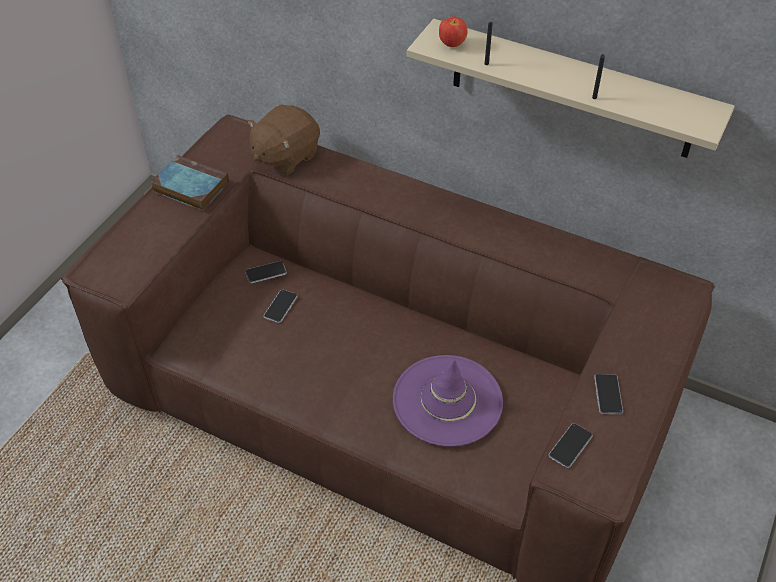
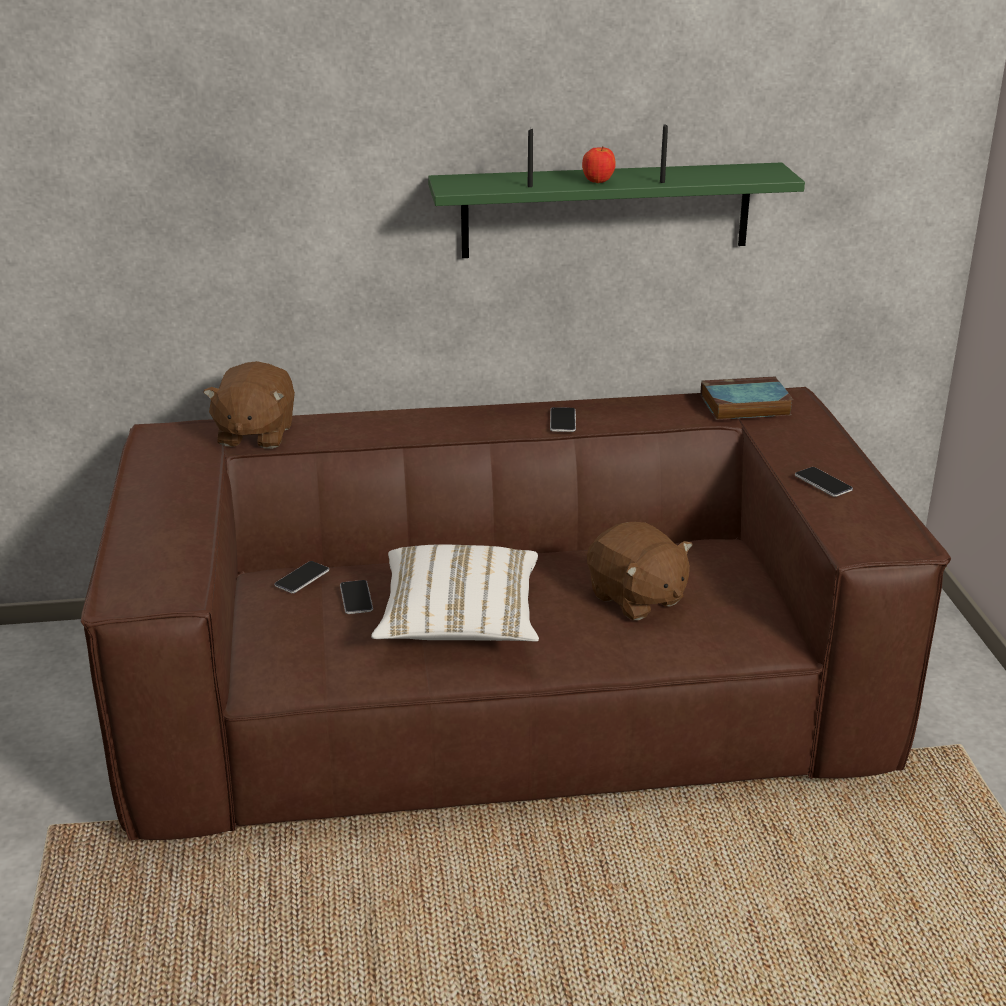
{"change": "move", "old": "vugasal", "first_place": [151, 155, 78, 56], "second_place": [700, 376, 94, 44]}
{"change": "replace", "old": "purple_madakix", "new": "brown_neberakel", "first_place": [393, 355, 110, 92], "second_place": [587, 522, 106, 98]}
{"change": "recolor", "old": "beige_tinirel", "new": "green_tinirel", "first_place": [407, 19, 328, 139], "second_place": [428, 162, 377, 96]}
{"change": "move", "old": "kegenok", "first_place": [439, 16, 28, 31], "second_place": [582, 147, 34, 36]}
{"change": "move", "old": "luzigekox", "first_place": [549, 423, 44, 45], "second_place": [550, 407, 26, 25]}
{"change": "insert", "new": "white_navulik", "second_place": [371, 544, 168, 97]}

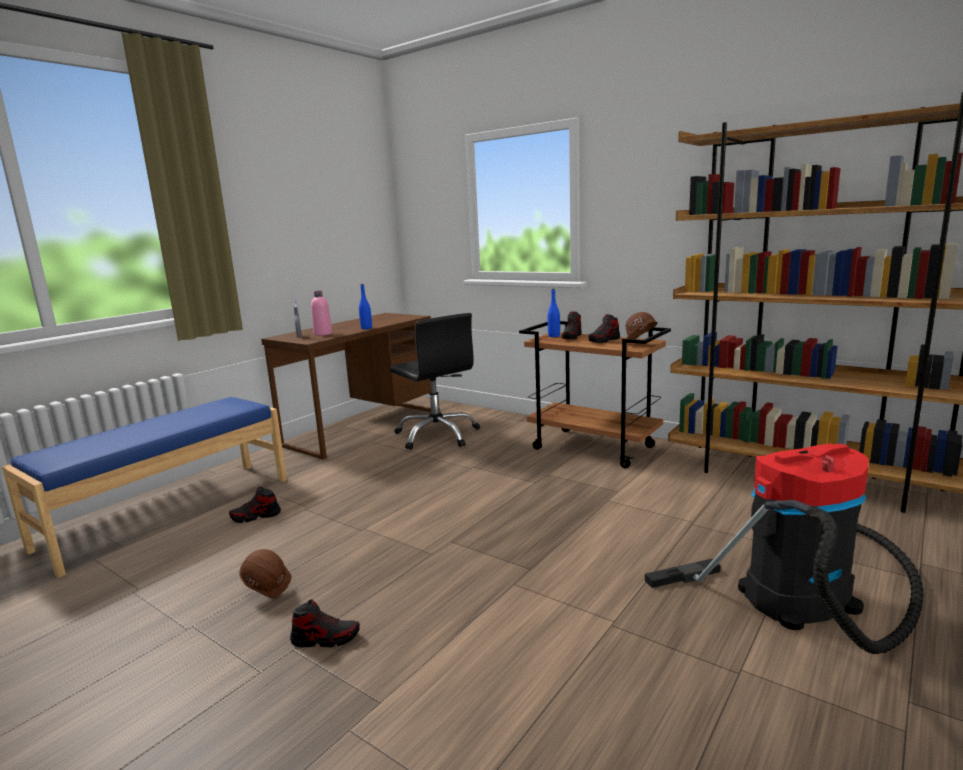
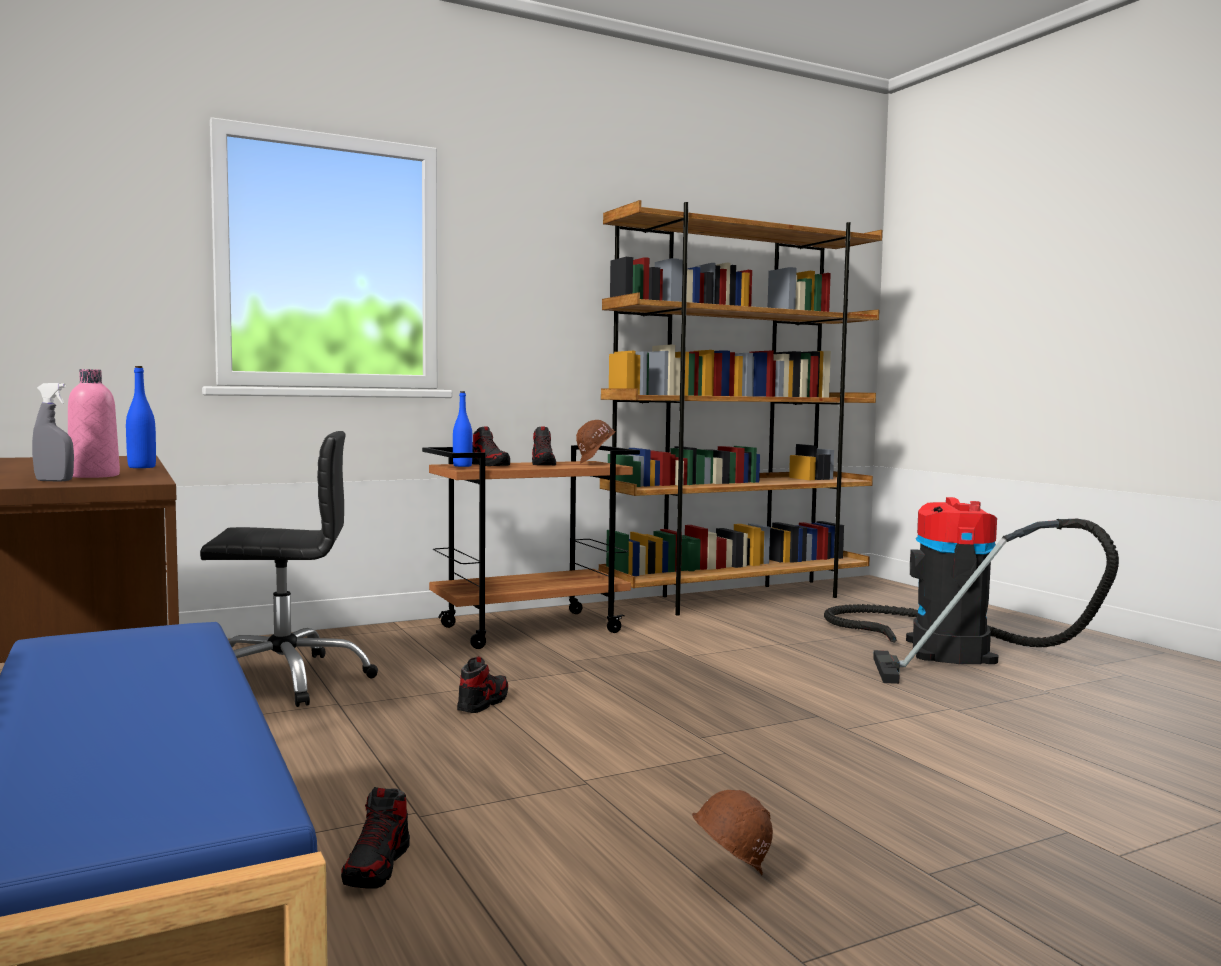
{"change": "move", "old": "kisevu", "first_place": [290, 599, 70, 49], "second_place": [457, 657, 51, 56]}

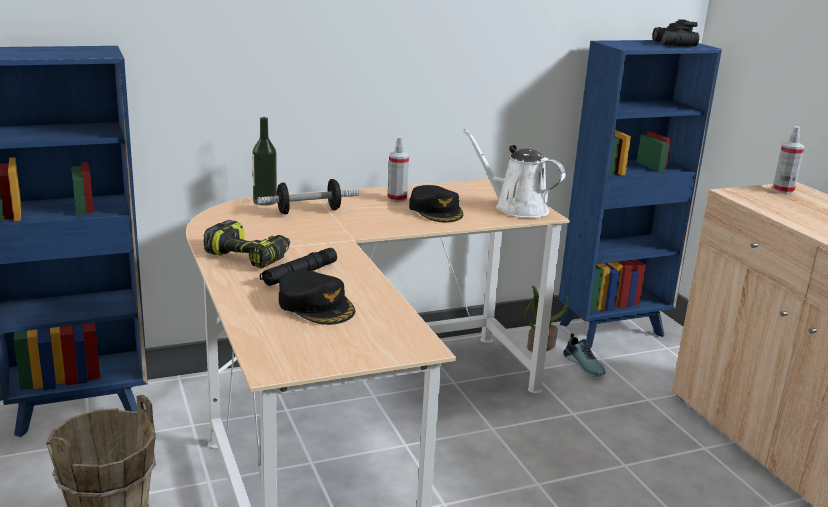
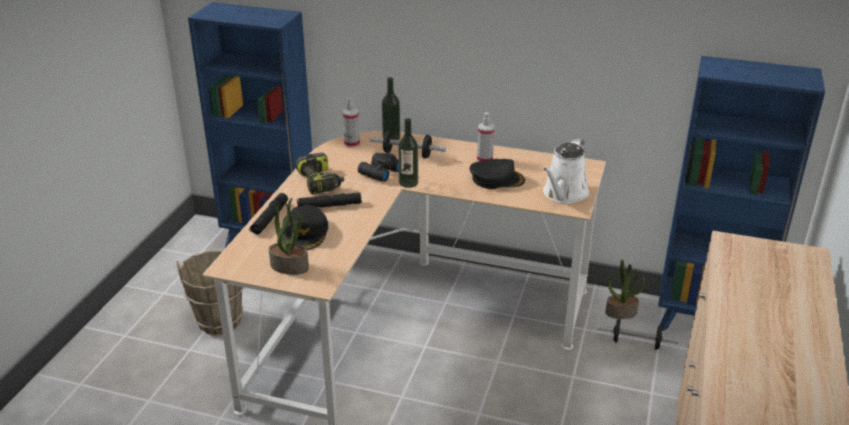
{"change": "rotate", "old": "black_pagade", "first_place": [409, 185, 54, 37], "second_place": [470, 159, 55, 30], "degrees": -105}
{"change": "rotate", "old": "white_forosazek", "first_place": [463, 129, 102, 89], "second_place": [543, 138, 46, 66], "degrees": -135}
{"change": "replace", "old": "kisevu", "new": "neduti", "first_place": [563, 333, 43, 44], "second_place": [598, 319, 81, 31]}
{"change": "move", "old": "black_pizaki", "first_place": [652, 19, 47, 28], "second_place": [358, 153, 41, 29]}
{"change": "move", "old": "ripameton", "first_place": [772, 126, 32, 68], "second_place": [343, 98, 17, 50]}
{"change": "insert", "new": "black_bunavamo", "second_place": [249, 193, 39, 41]}
{"change": "insert", "new": "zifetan", "second_place": [269, 198, 40, 77]}
{"change": "insert", "new": "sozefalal", "second_place": [398, 118, 20, 70]}

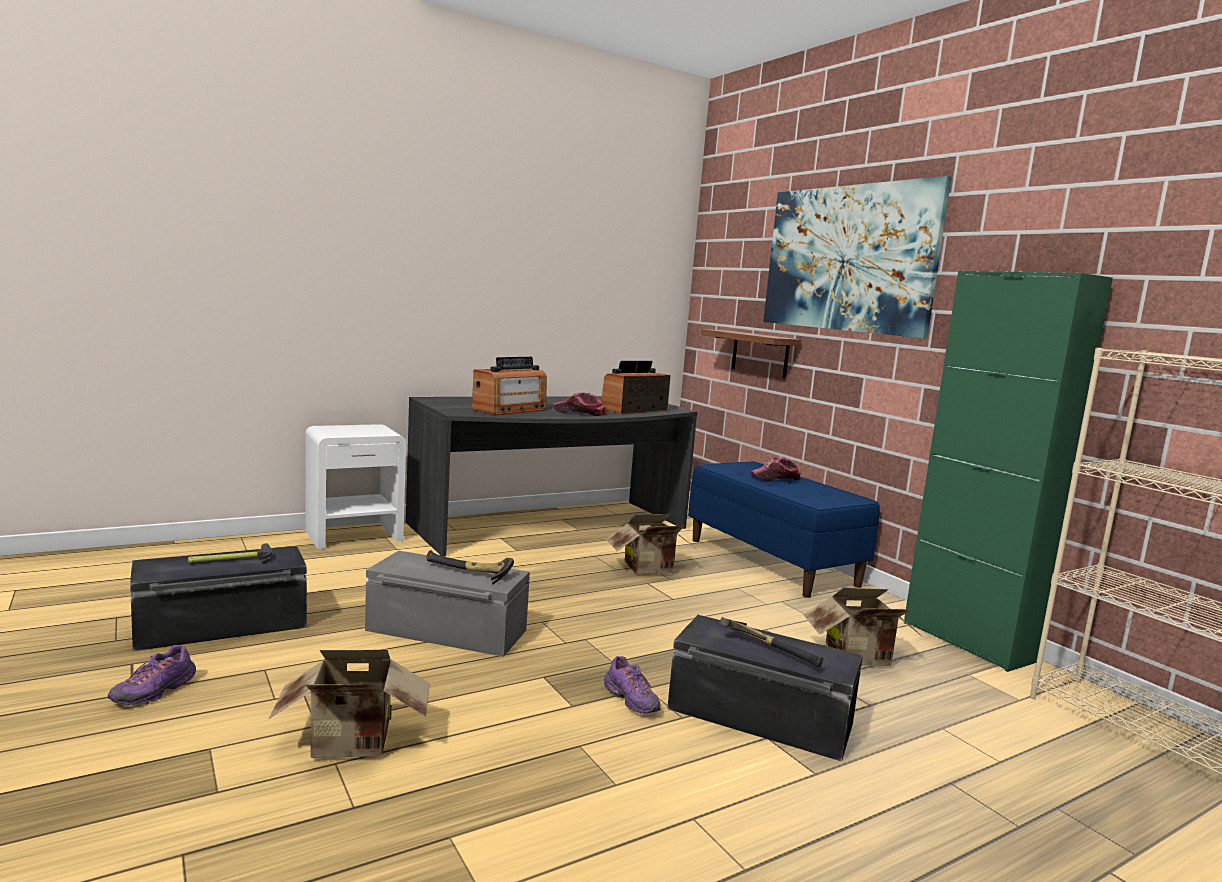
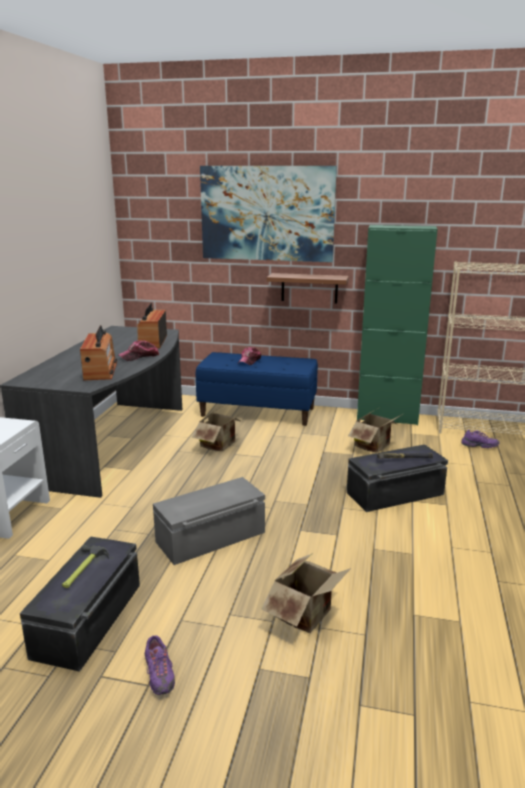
{"change": "delete", "old": "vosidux", "first_place": [427, 550, 87, 35]}
{"change": "move", "old": "purple_kisevu", "first_place": [604, 656, 56, 58], "second_place": [461, 430, 39, 18]}
{"change": "move", "old": "tinirel", "first_place": [701, 329, 100, 50], "second_place": [267, 273, 82, 31]}

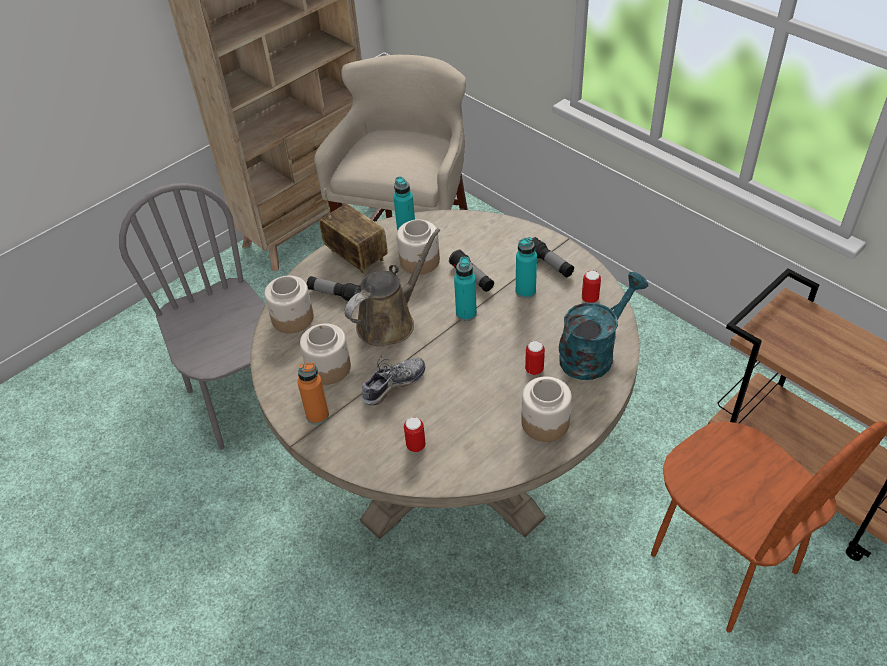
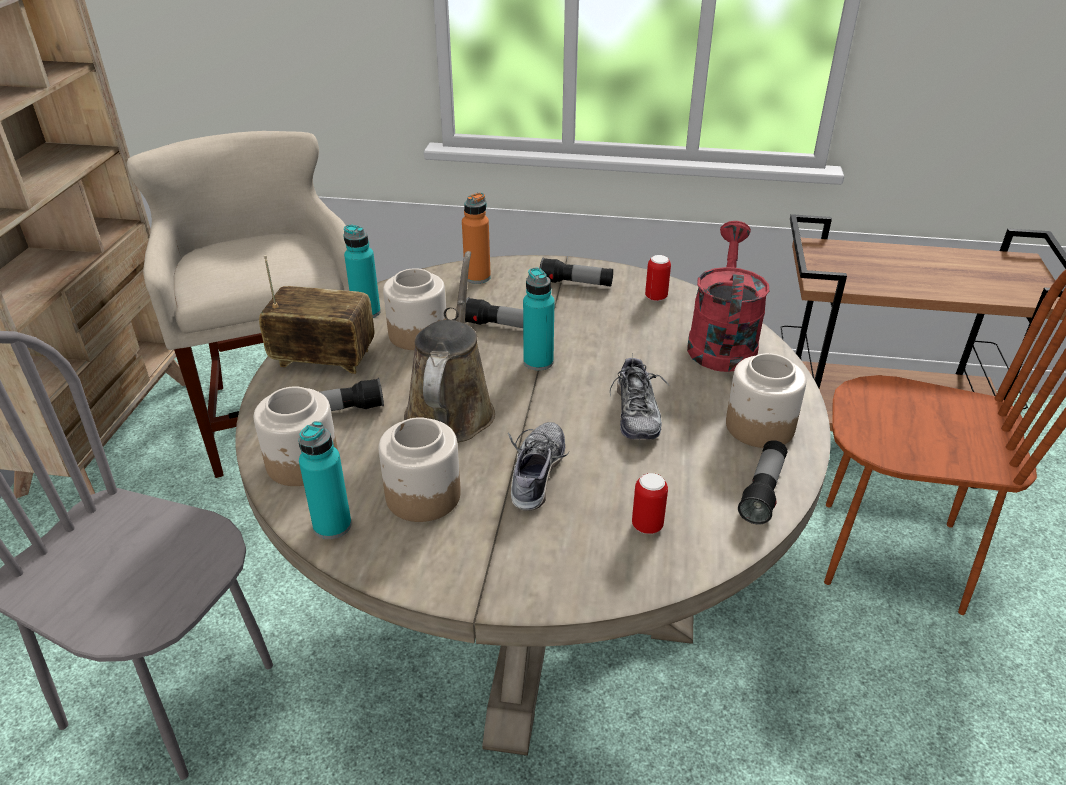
{"change": "move", "old": "orange_sozefalal", "first_place": [297, 362, 32, 63], "second_place": [462, 193, 29, 91]}
{"change": "move", "old": "turquoise_sozefalal", "first_place": [516, 237, 21, 61], "second_place": [298, 421, 54, 118]}
{"change": "delete", "old": "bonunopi", "first_place": [525, 341, 20, 34]}
{"change": "recolor", "old": "turquoise_forosazek", "new": "red_forosazek", "first_place": [559, 272, 89, 108], "second_place": [687, 221, 83, 151]}
{"change": "insert", "new": "kisevu", "second_place": [610, 353, 59, 87]}
{"change": "insert", "new": "bunavamo", "second_place": [738, 440, 49, 85]}

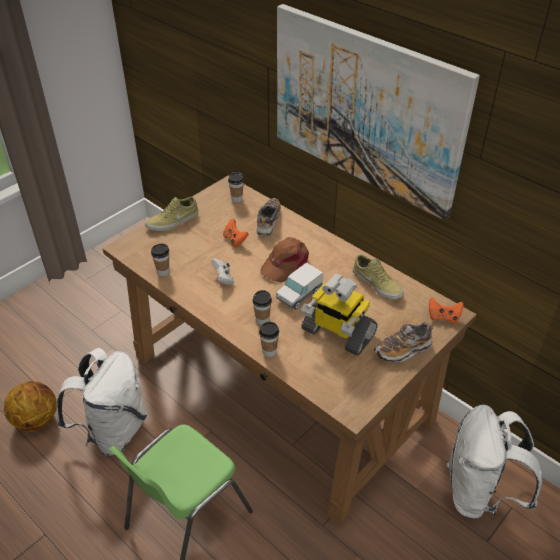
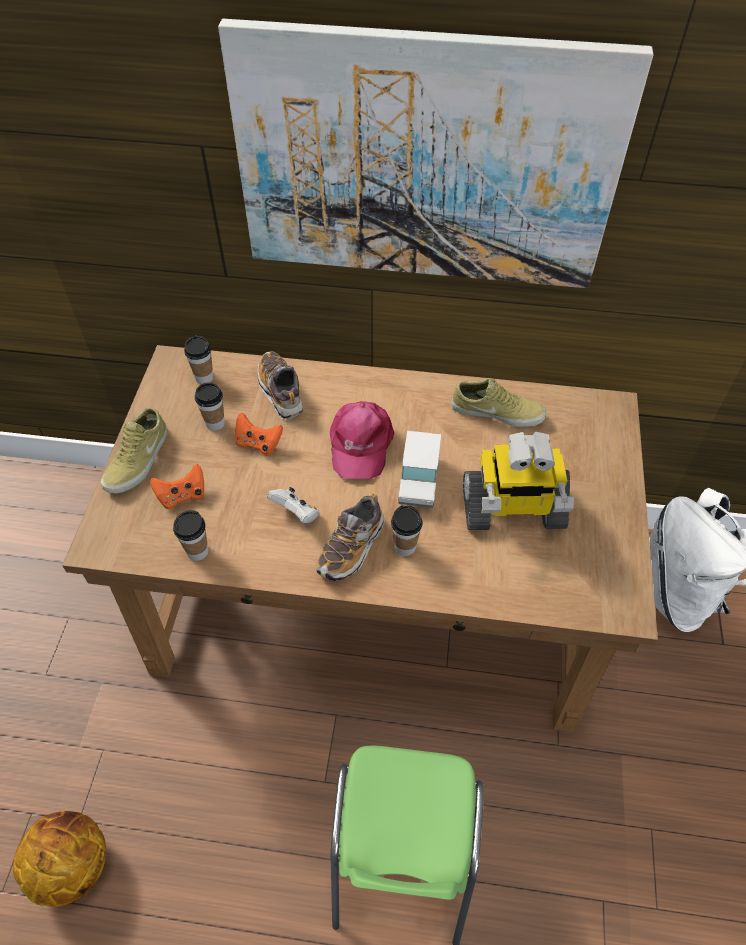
{"change": "delete", "old": "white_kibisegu", "first_place": [57, 348, 90, 108]}
{"change": "move", "old": "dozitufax", "first_place": [259, 322, 20, 35], "second_place": [195, 382, 30, 49]}
{"change": "recolor", "old": "brown_pagade", "new": "pink_pagade", "first_place": [260, 237, 49, 46], "second_place": [330, 401, 64, 78]}
{"change": "move", "old": "kisevu", "first_place": [374, 322, 59, 40], "second_place": [316, 494, 68, 87]}
{"change": "move", "old": "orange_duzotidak", "first_place": [429, 297, 34, 27], "second_place": [150, 464, 55, 45]}

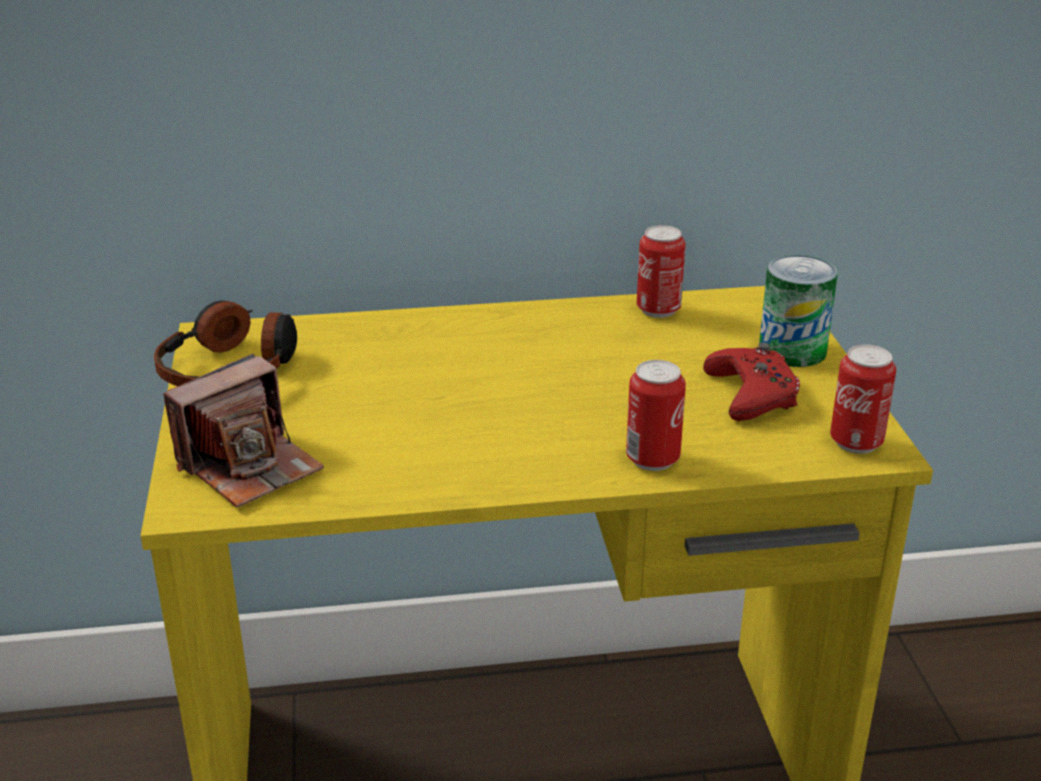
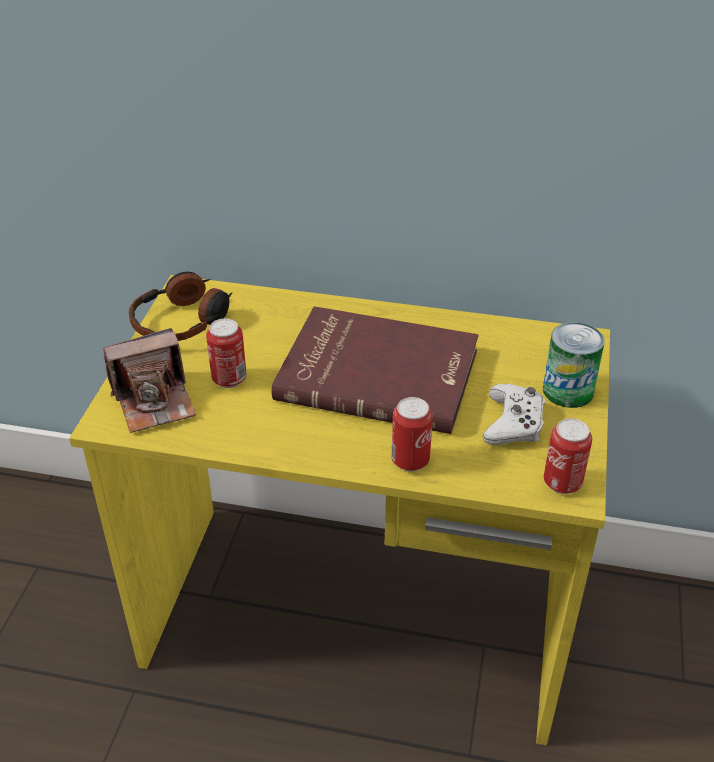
{"change": "move", "old": "bonunopi", "first_place": [637, 225, 48, 93], "second_place": [206, 318, 40, 70]}
{"change": "recolor", "old": "red_duzotidak", "new": "white_duzotidak", "first_place": [703, 342, 97, 79], "second_place": [483, 384, 62, 61]}
{"change": "insert", "new": "red_vugasal", "second_place": [272, 306, 207, 128]}

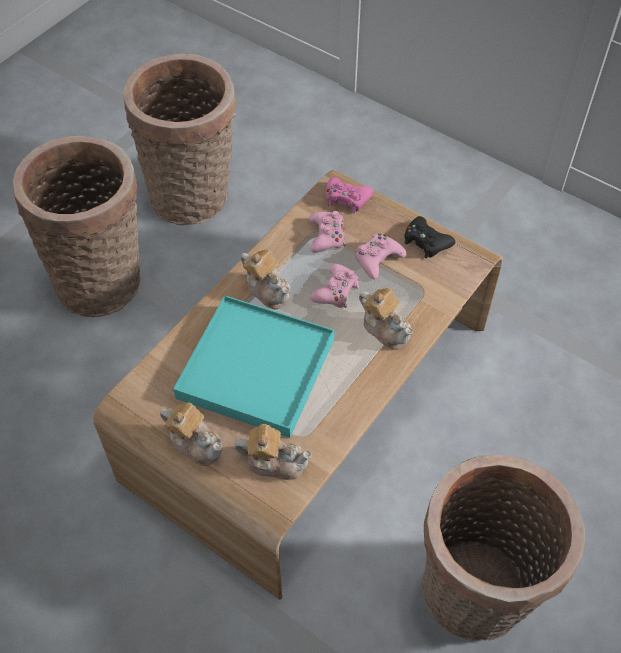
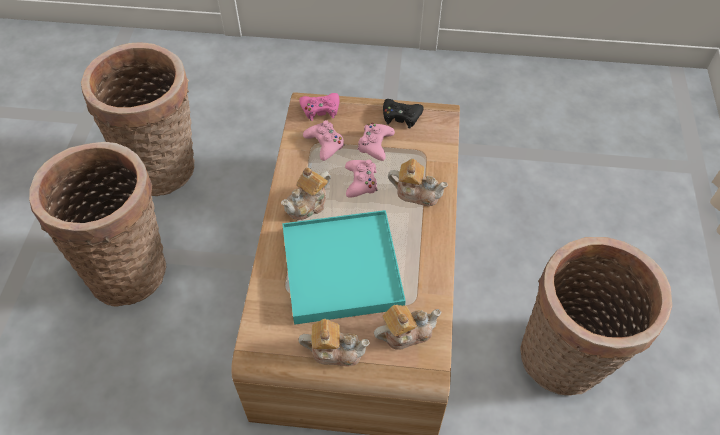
{"change": "rotate", "old": "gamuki", "first_place": [241, 249, 50, 60], "second_place": [281, 167, 50, 53], "degrees": 120}

